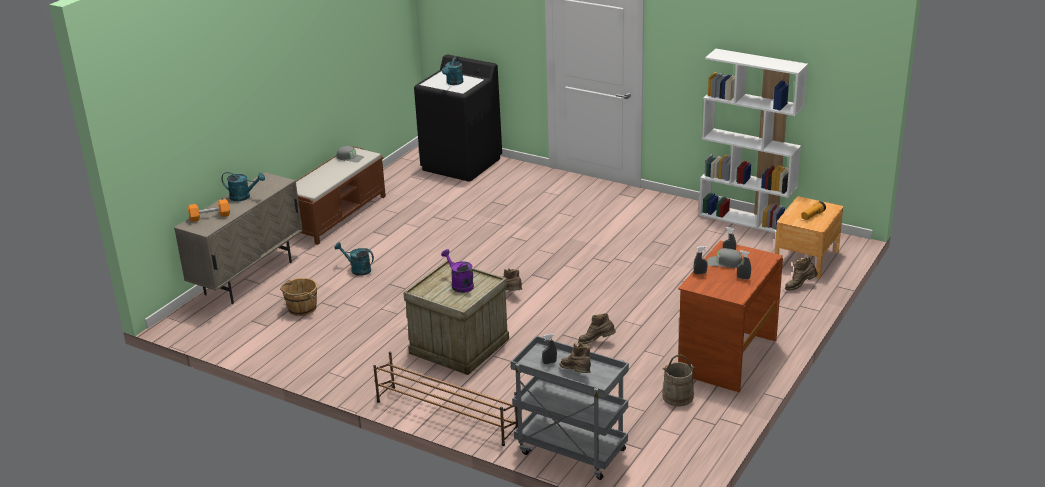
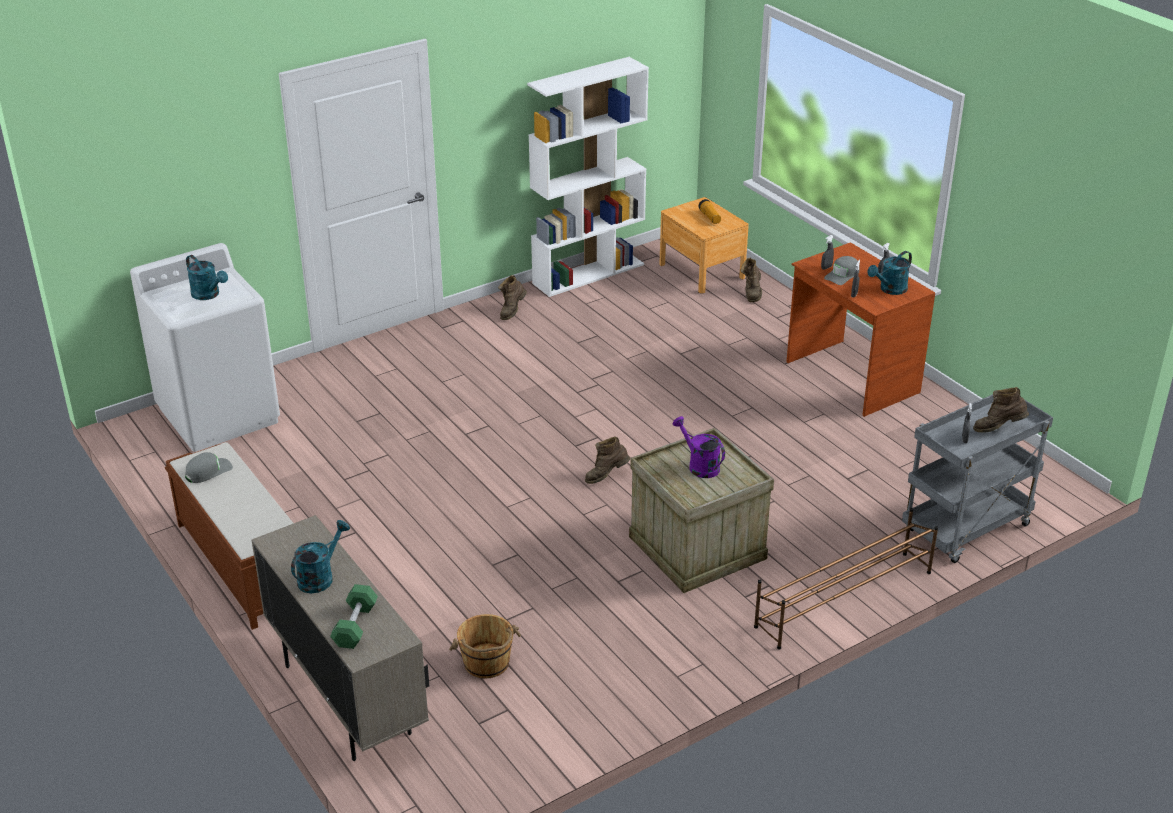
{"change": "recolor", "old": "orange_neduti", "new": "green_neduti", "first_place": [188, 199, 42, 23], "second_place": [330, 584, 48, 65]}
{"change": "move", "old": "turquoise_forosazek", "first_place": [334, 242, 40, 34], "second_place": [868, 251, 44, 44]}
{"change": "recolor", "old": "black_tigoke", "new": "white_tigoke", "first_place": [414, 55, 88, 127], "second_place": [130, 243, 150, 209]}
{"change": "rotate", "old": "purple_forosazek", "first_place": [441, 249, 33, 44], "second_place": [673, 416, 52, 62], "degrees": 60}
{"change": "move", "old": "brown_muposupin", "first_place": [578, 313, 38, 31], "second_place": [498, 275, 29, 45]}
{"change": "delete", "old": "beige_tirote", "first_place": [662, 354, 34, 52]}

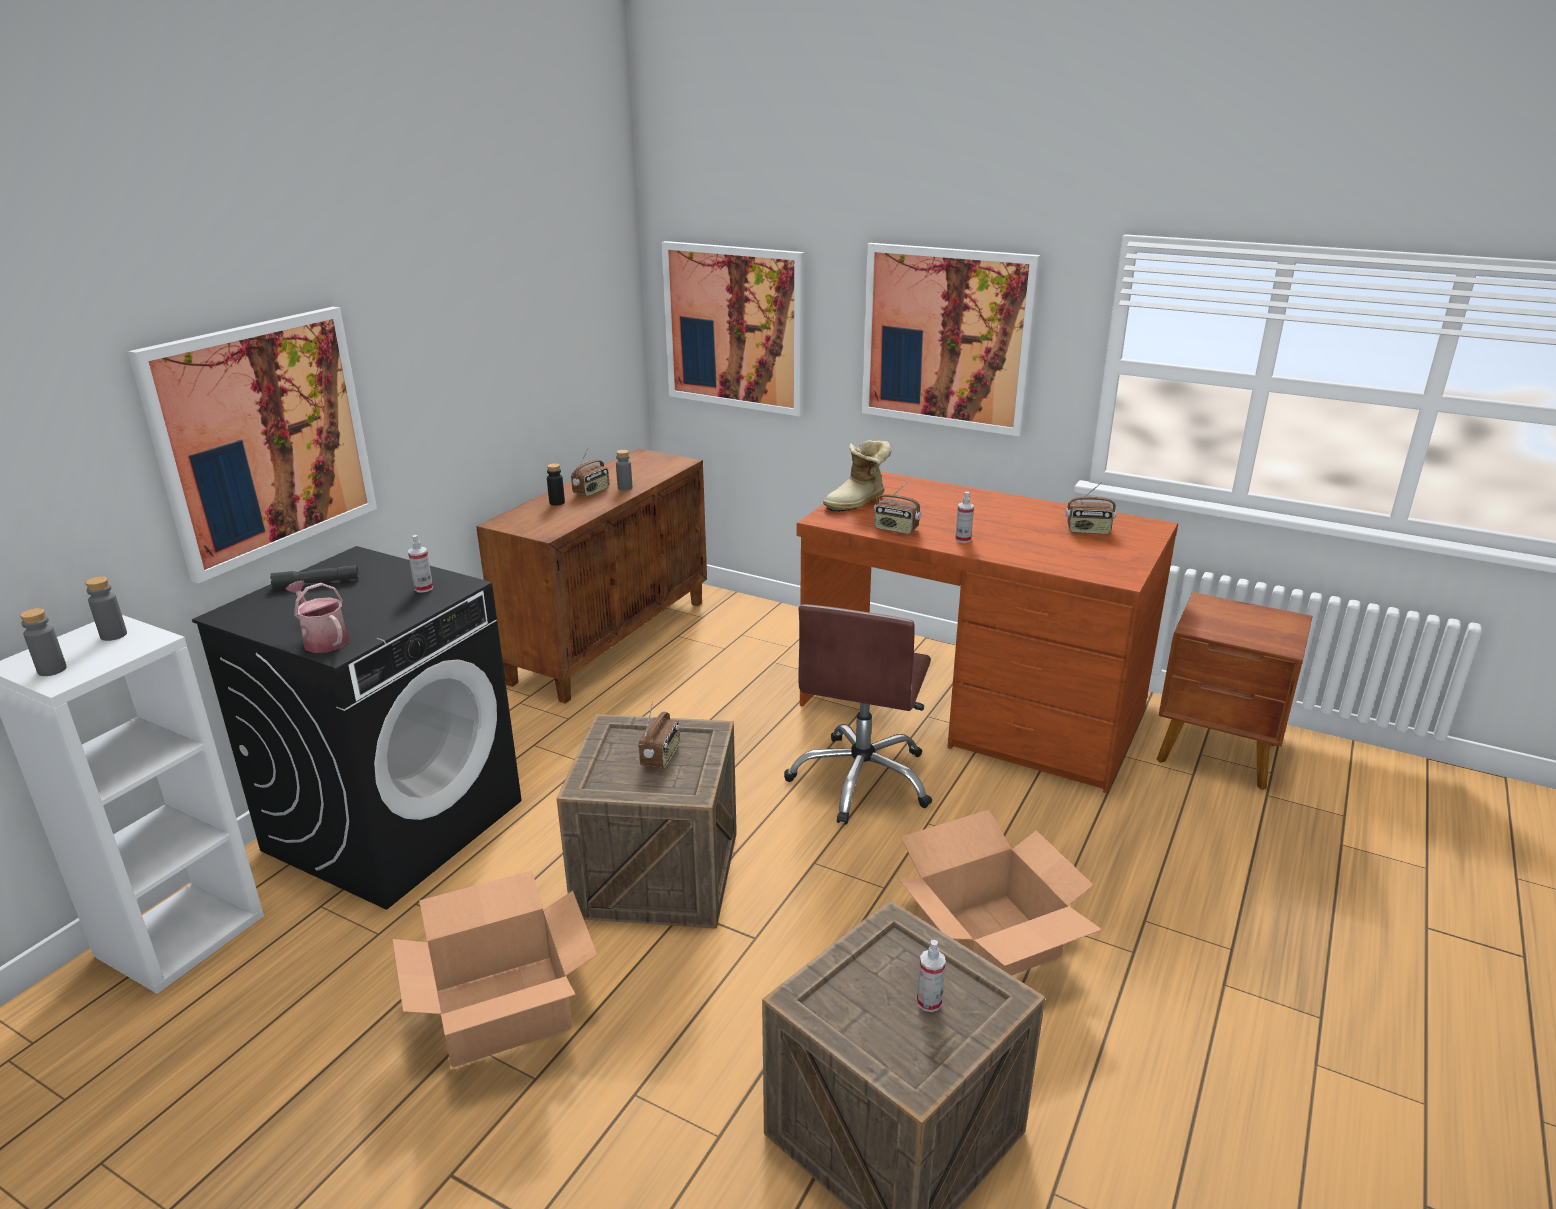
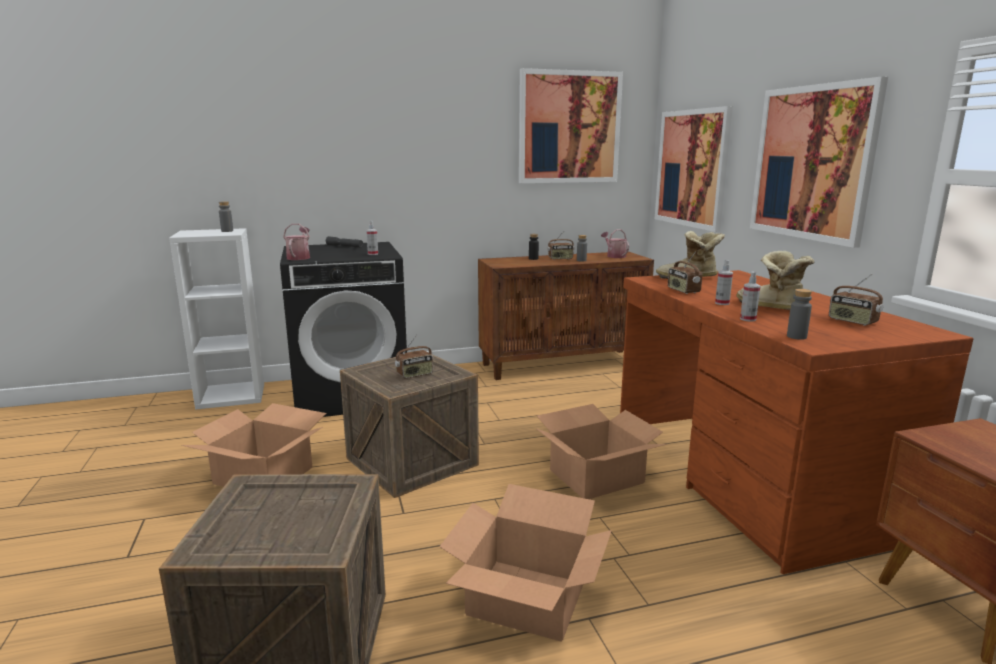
{"change": "move", "old": "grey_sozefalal", "first_place": [20, 608, 47, 68], "second_place": [787, 289, 25, 51]}
{"change": "move", "old": "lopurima", "first_place": [128, 307, 249, 277], "second_place": [519, 68, 104, 115]}
{"change": "replace", "old": "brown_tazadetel", "new": "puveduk", "first_place": [784, 604, 148, 221], "second_place": [536, 404, 131, 95]}
{"change": "move", "old": "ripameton", "first_place": [917, 940, 29, 72], "second_place": [740, 272, 20, 50]}
{"change": "insert", "new": "forosazek", "second_place": [601, 229, 28, 29]}
{"change": "insert", "new": "muposupin", "second_place": [737, 251, 78, 59]}

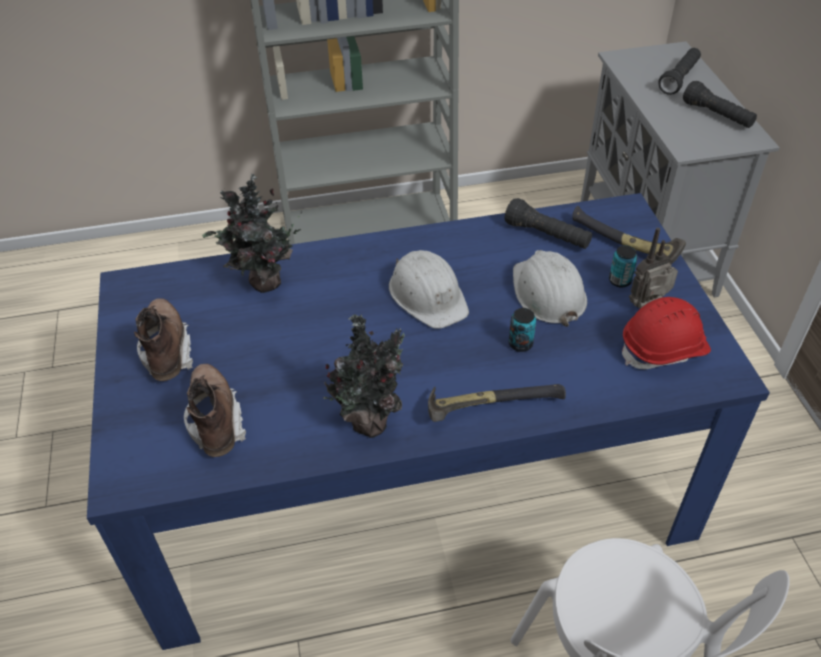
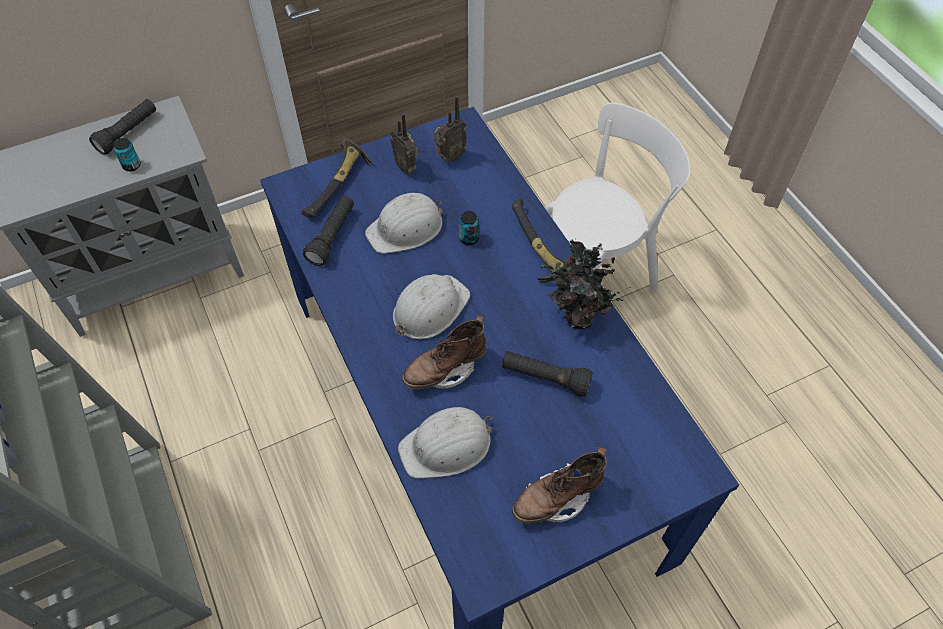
{"change": "move", "old": "brown_muposupin", "first_place": [184, 364, 62, 93], "second_place": [402, 315, 84, 74]}
{"change": "replace", "old": "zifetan", "new": "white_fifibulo", "first_place": [202, 174, 100, 119], "second_place": [398, 407, 95, 71]}
{"change": "move", "old": "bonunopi", "first_place": [609, 245, 29, 43], "second_place": [113, 138, 28, 33]}
{"change": "replace", "old": "red_fifibulo", "new": "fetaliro", "first_place": [622, 297, 89, 72], "second_place": [434, 96, 33, 66]}
{"change": "move", "old": "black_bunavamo", "first_place": [658, 48, 43, 47], "second_place": [502, 351, 91, 46]}

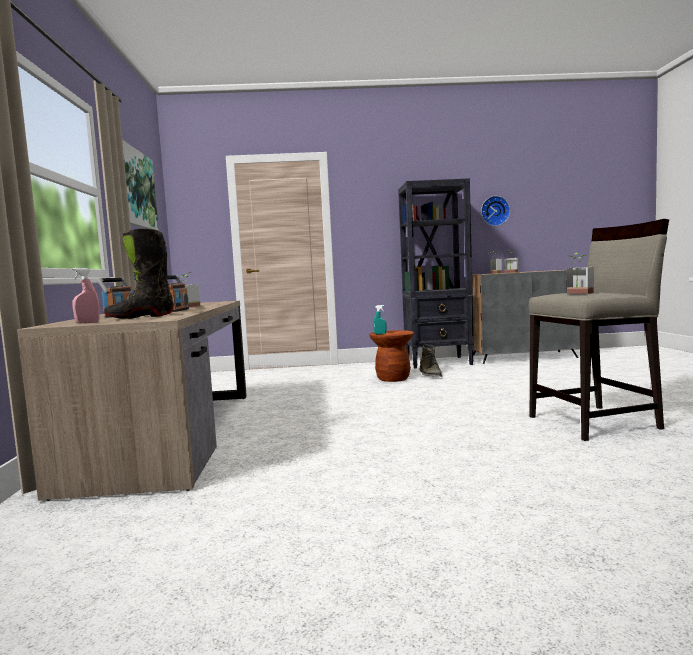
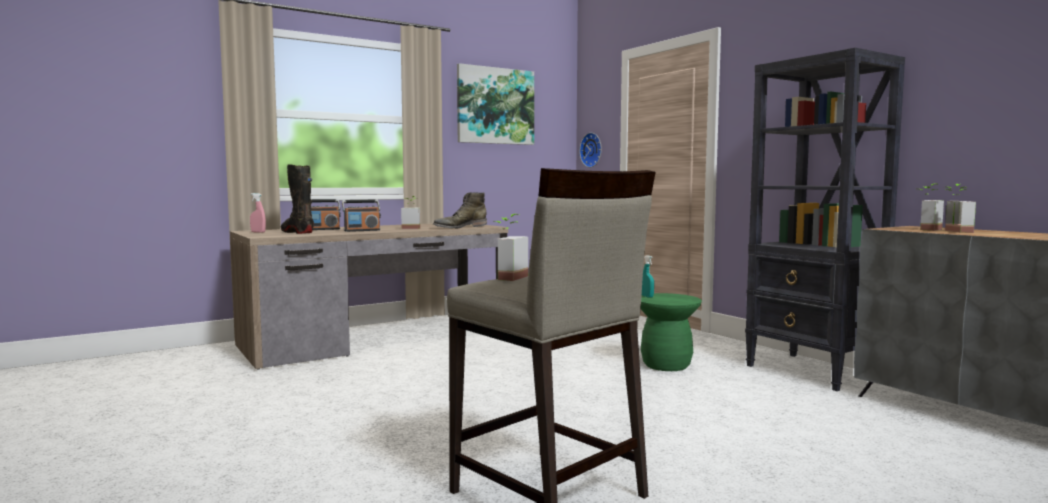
{"change": "recolor", "old": "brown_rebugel", "new": "green_rebugel", "first_place": [369, 330, 45, 52], "second_place": [641, 293, 61, 78]}
{"change": "move", "old": "green_muposupin", "first_place": [420, 345, 22, 32], "second_place": [433, 192, 54, 36]}
{"change": "move", "old": "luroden", "first_place": [481, 196, 29, 30], "second_place": [580, 133, 22, 35]}

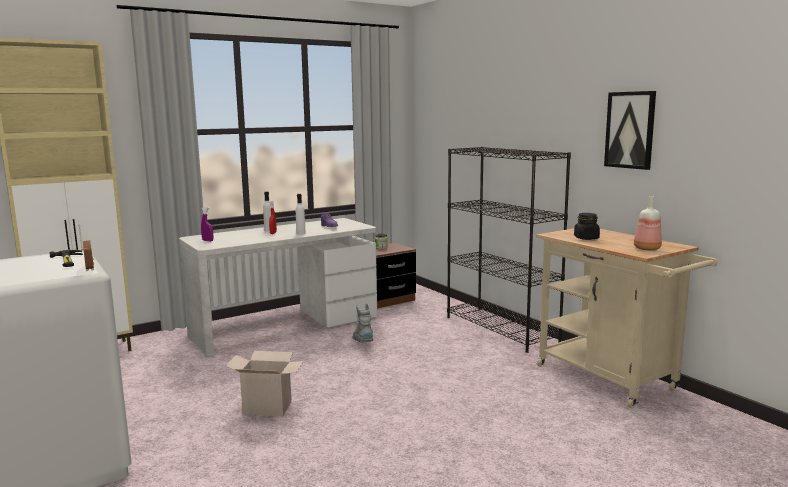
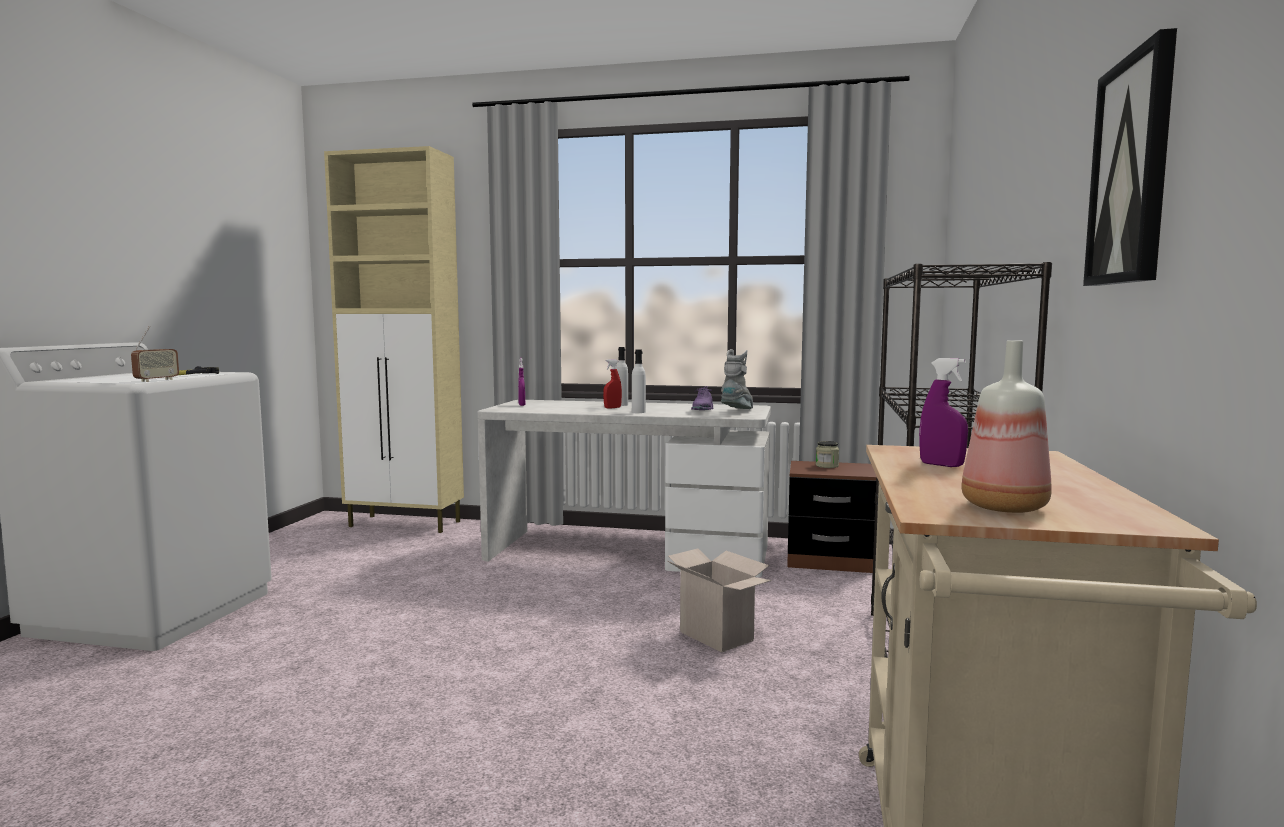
{"change": "move", "old": "puveduk", "first_place": [226, 351, 78, 65], "second_place": [668, 549, 104, 104]}
{"change": "move", "old": "grey_muposupin", "first_place": [353, 303, 20, 39], "second_place": [721, 349, 32, 60]}
{"change": "replace", "old": "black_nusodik", "new": "purple_ripameton", "first_place": [574, 213, 26, 27], "second_place": [919, 358, 49, 109]}

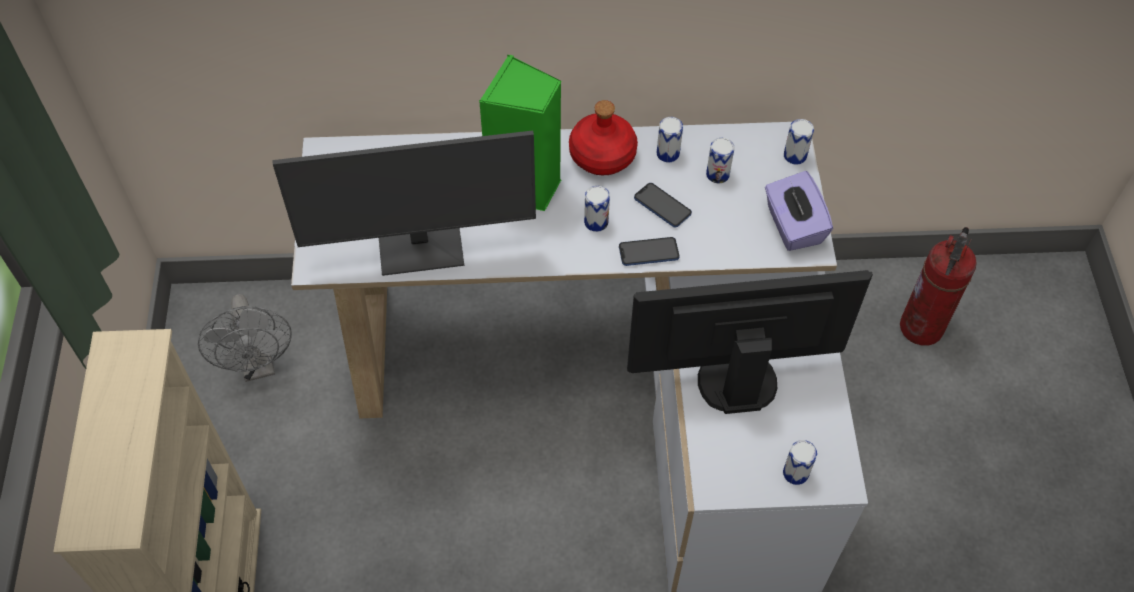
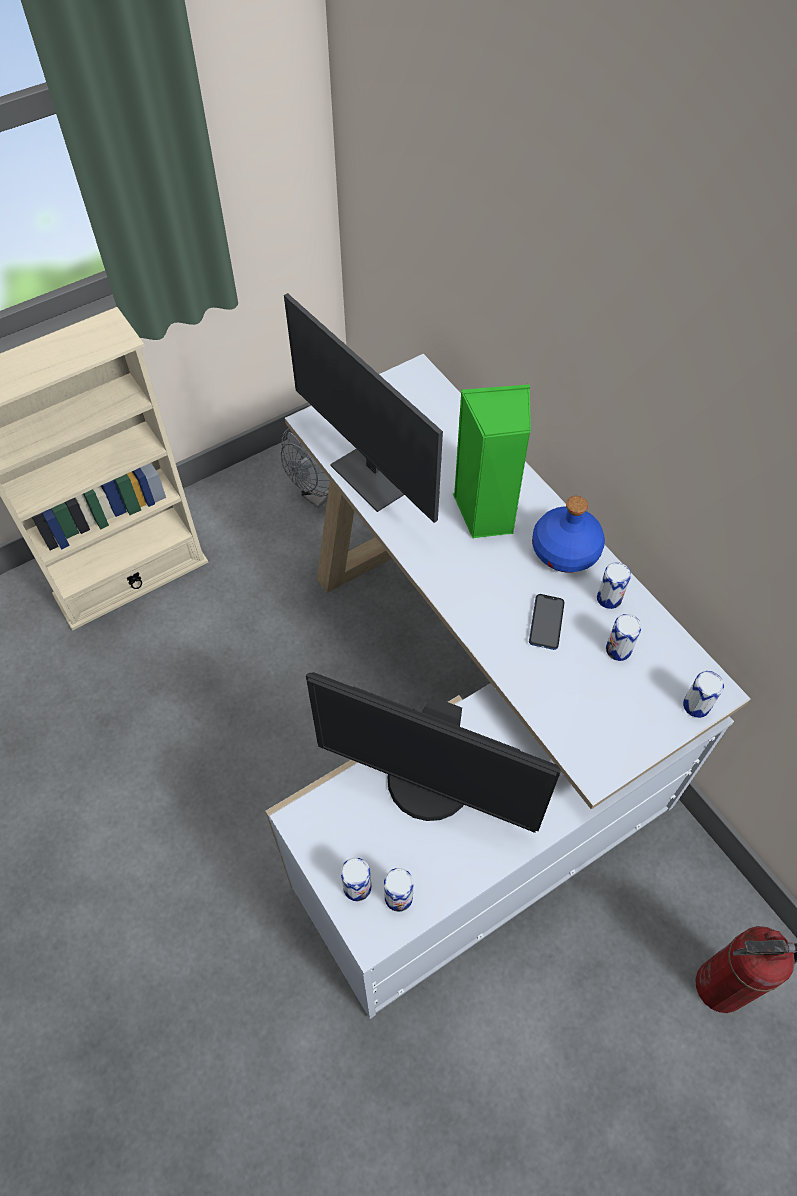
{"change": "recolor", "old": "red_sozefalal", "new": "blue_sozefalal", "first_place": [569, 100, 69, 75], "second_place": [532, 496, 73, 76]}
{"change": "move", "old": "bonunopi", "first_place": [584, 186, 26, 46], "second_place": [384, 868, 30, 44]}
{"change": "delete", "old": "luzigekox", "first_place": [619, 237, 61, 29]}
{"change": "rotate", "old": "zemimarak", "first_place": [627, 270, 246, 144], "second_place": [306, 672, 255, 161], "degrees": 150}
{"change": "delete", "old": "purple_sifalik", "first_place": [765, 171, 68, 80]}

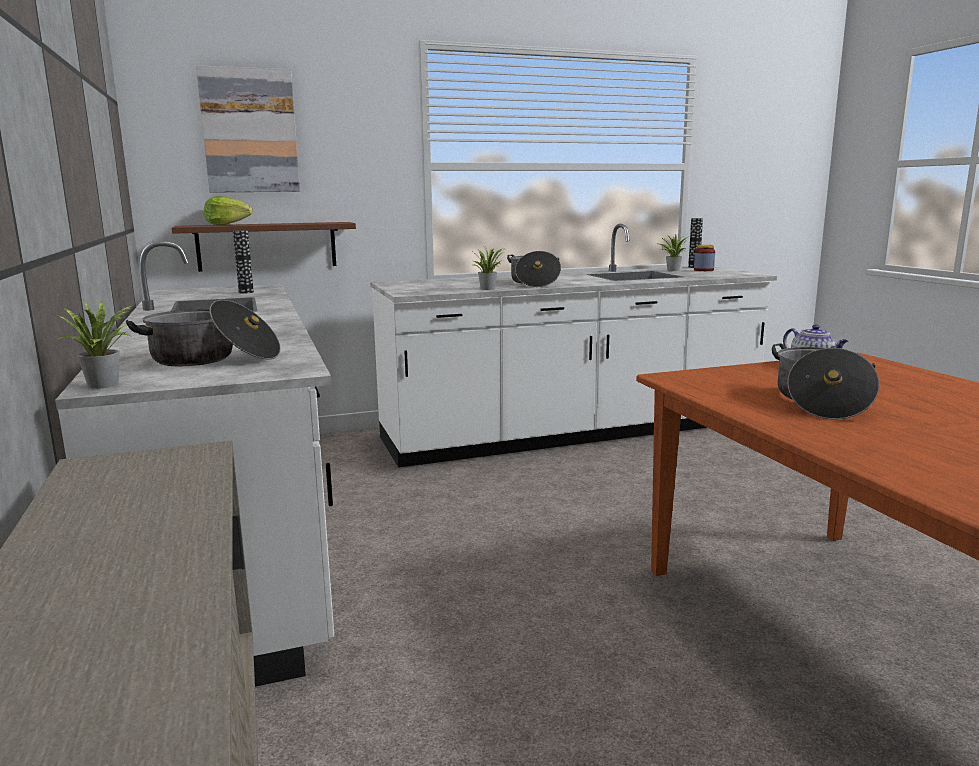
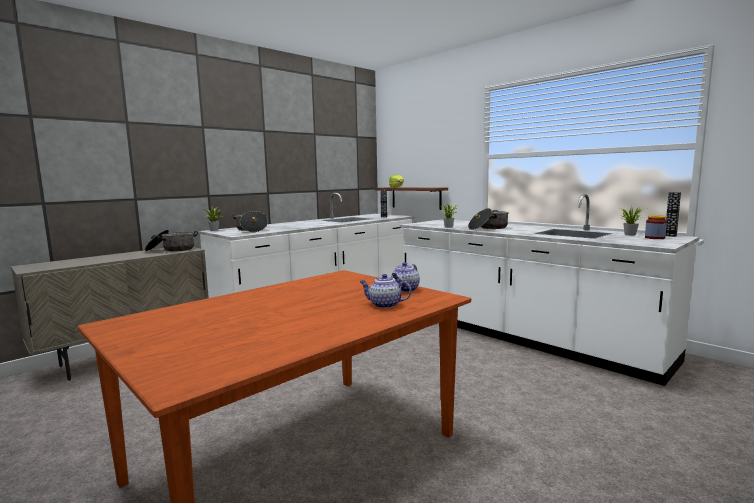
{"change": "delete", "old": "lopurima", "first_place": [196, 65, 104, 128]}
{"change": "move", "old": "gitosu", "first_place": [772, 343, 107, 77], "second_place": [145, 230, 53, 22]}
{"change": "insert", "new": "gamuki", "second_place": [359, 274, 53, 34]}

